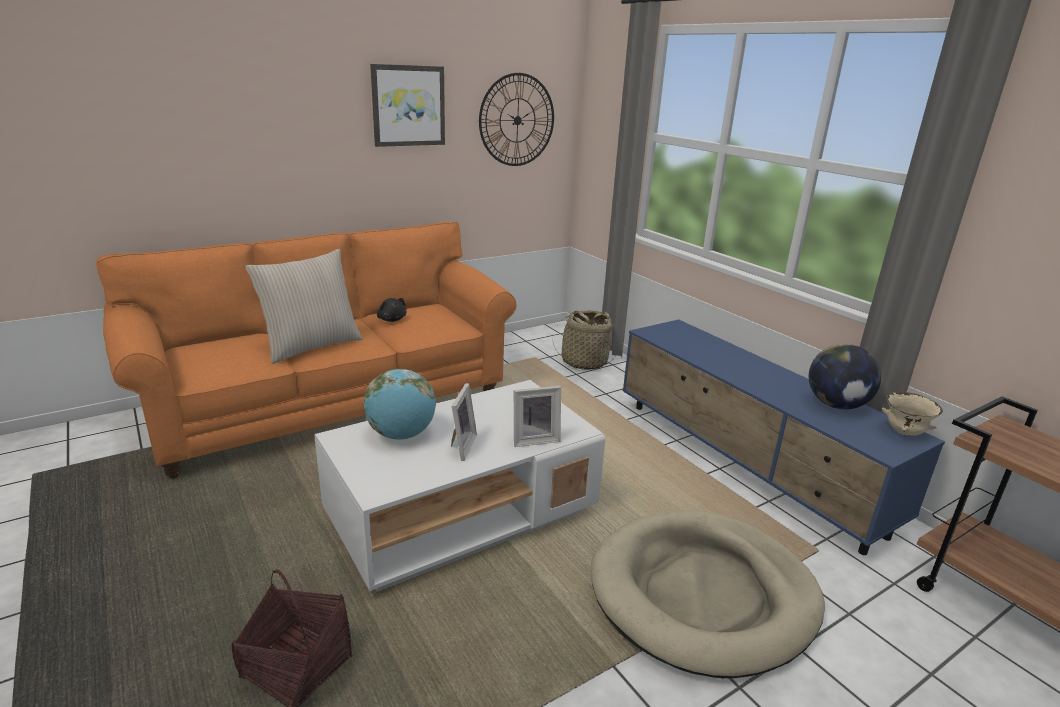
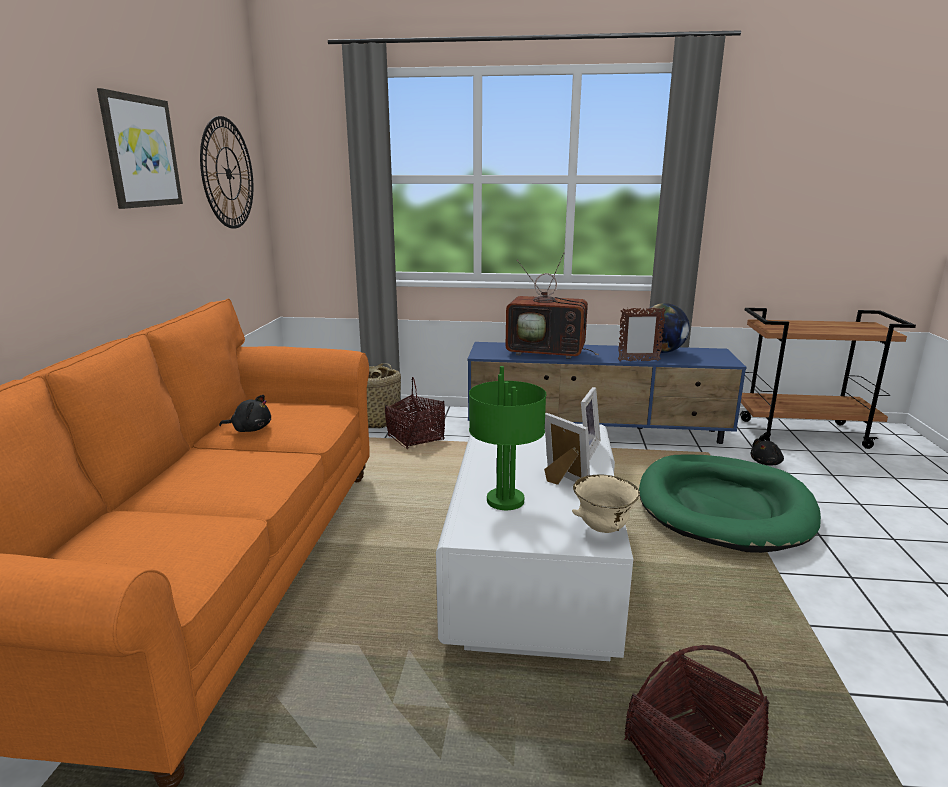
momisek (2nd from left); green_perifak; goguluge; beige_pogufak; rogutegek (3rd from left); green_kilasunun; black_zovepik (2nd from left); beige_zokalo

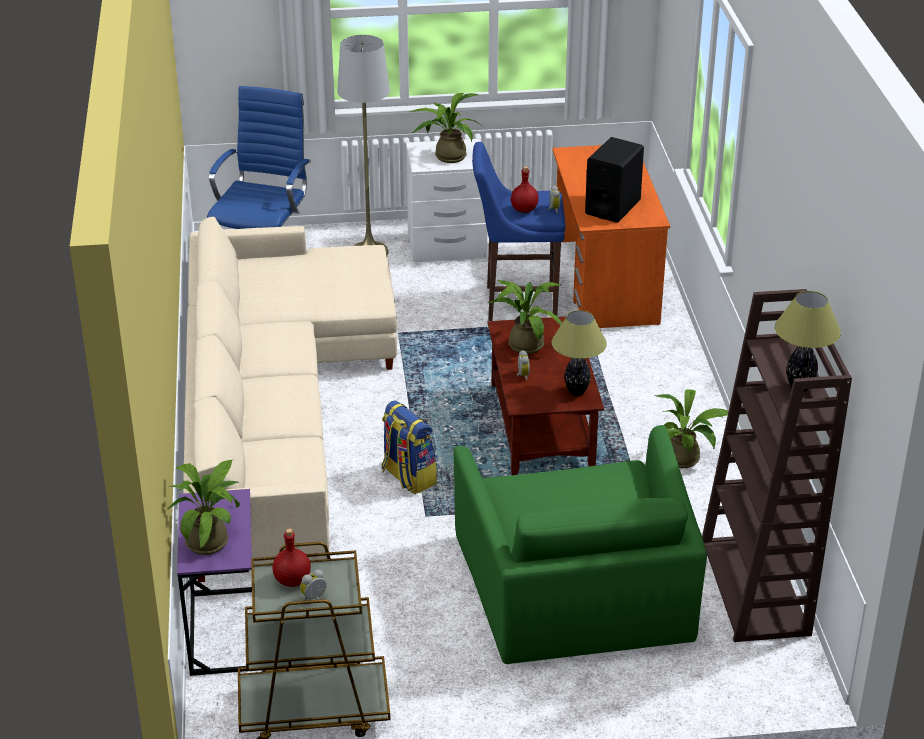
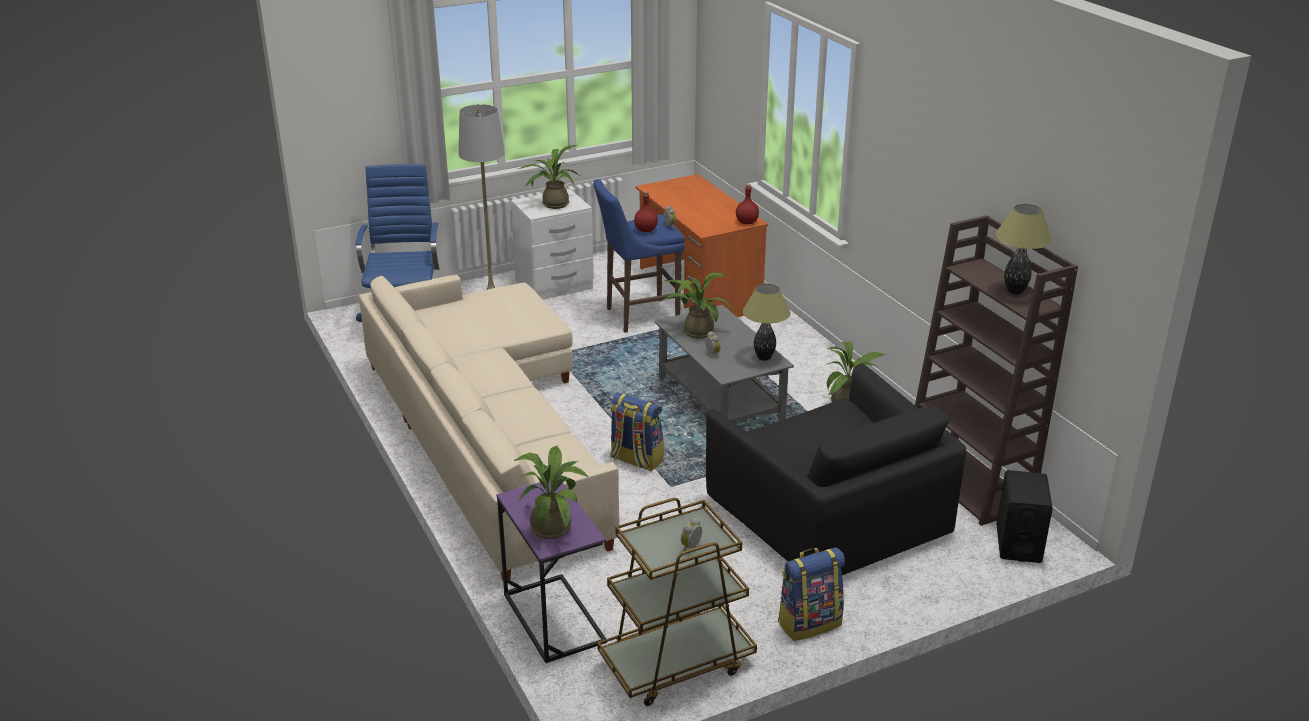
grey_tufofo; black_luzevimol; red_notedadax (2nd from left); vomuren (2nd from left); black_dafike

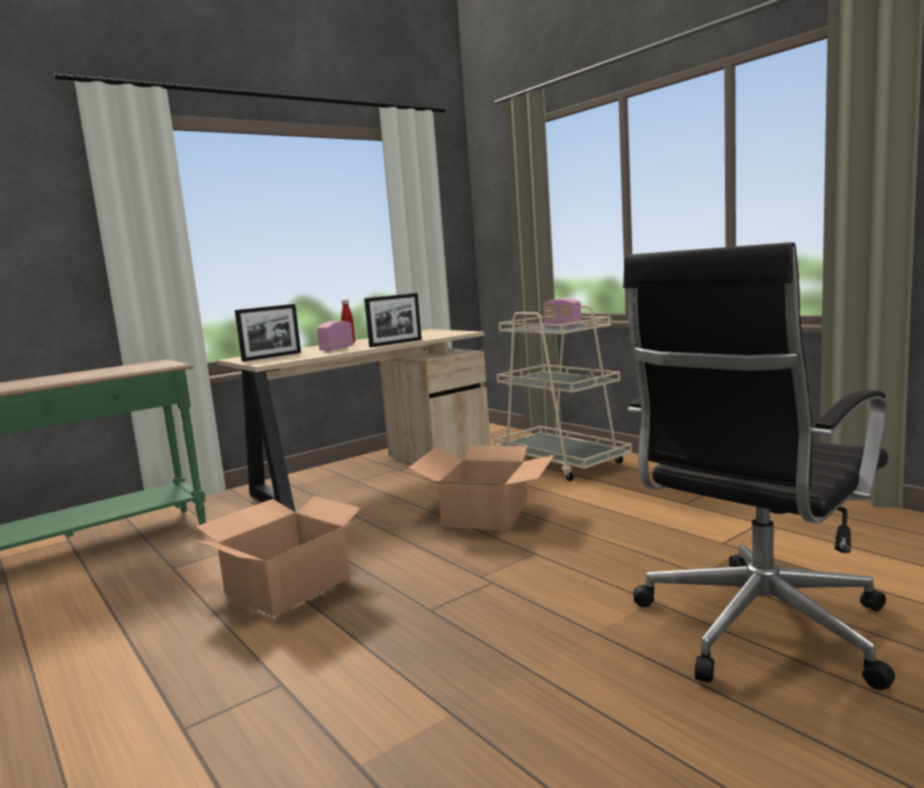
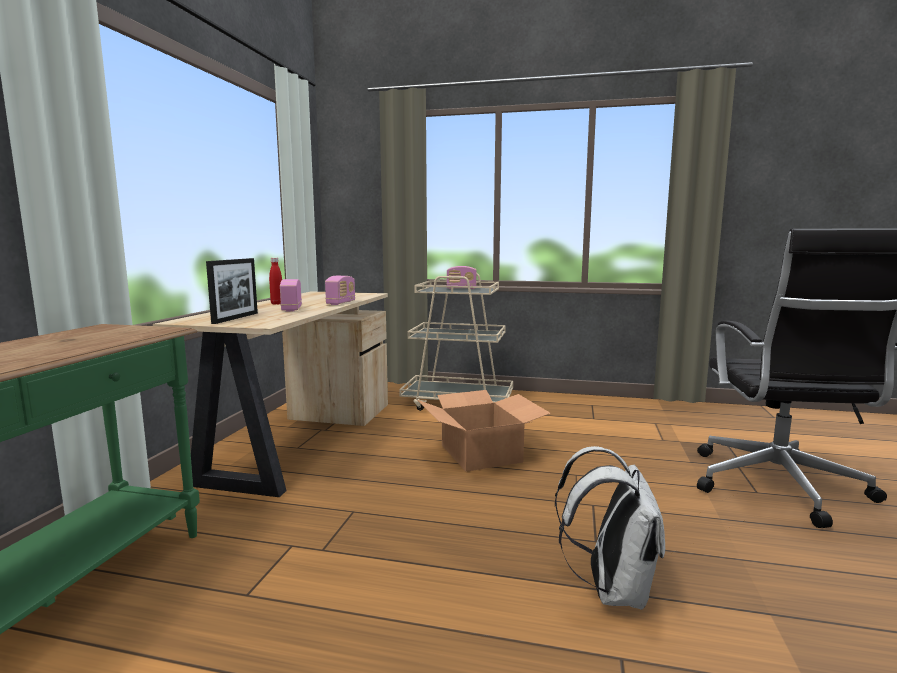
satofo (2nd from left); white_vomuren; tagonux (1st from left in the first image)

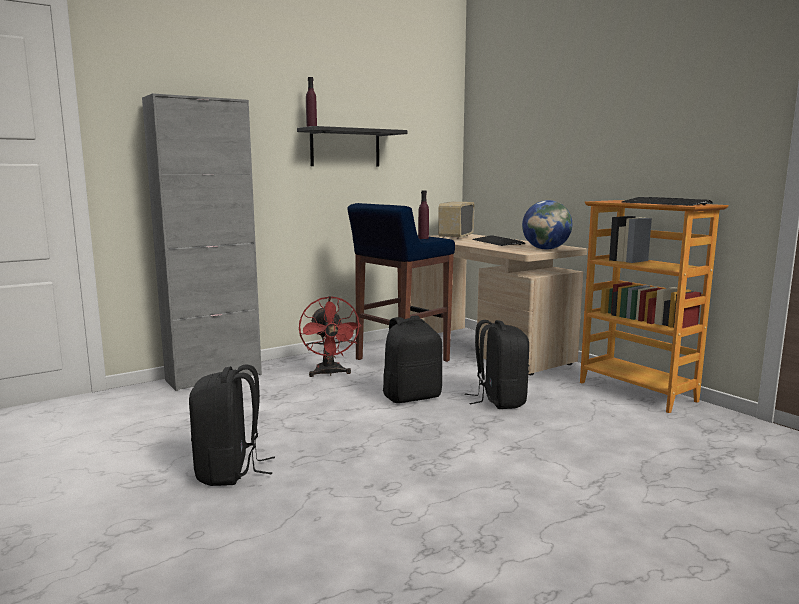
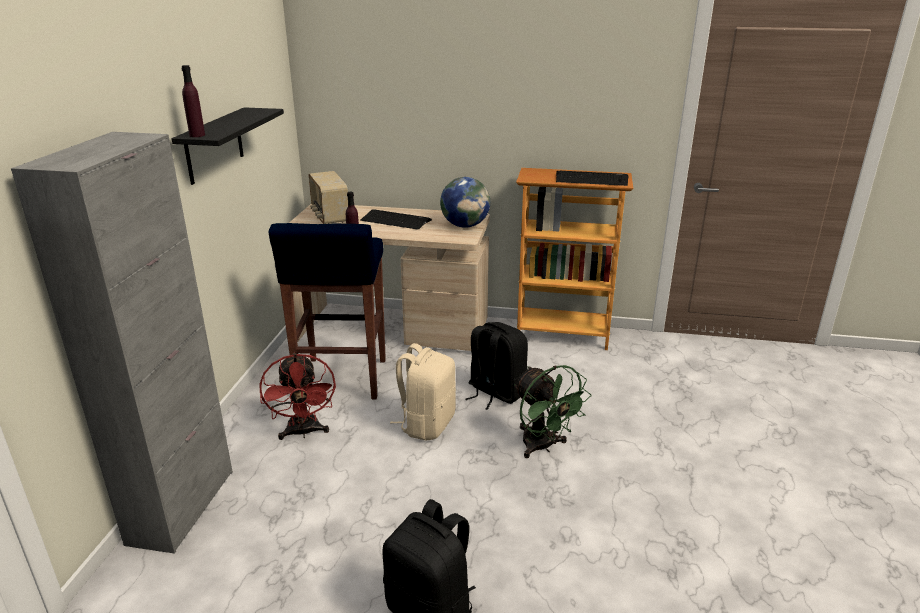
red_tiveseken; beige_vomuren; green_tiveseken

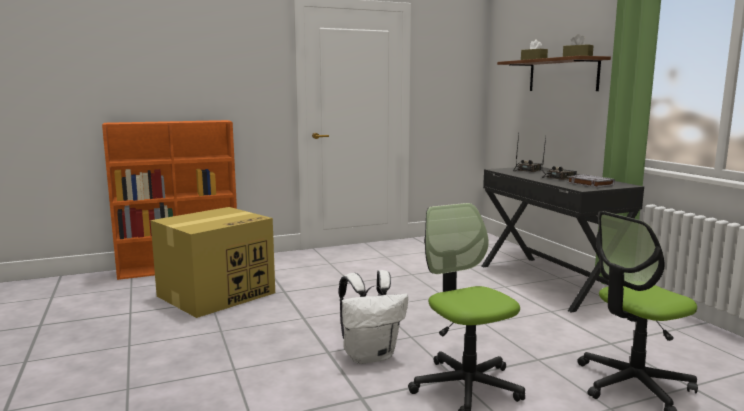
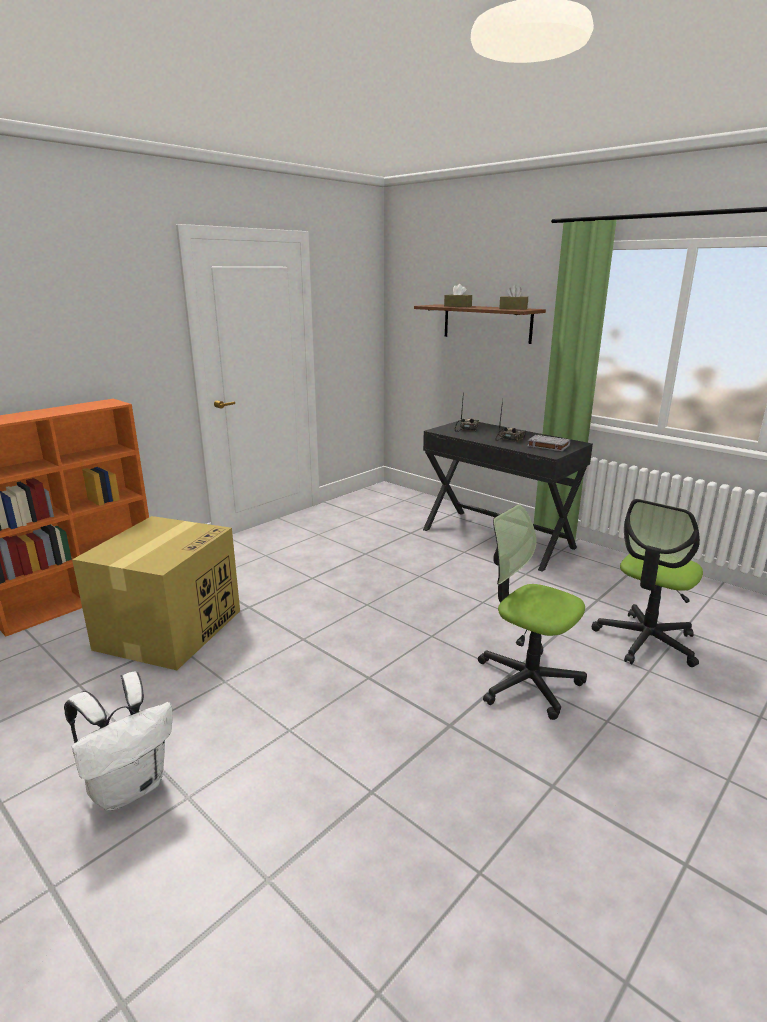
white_vomuren

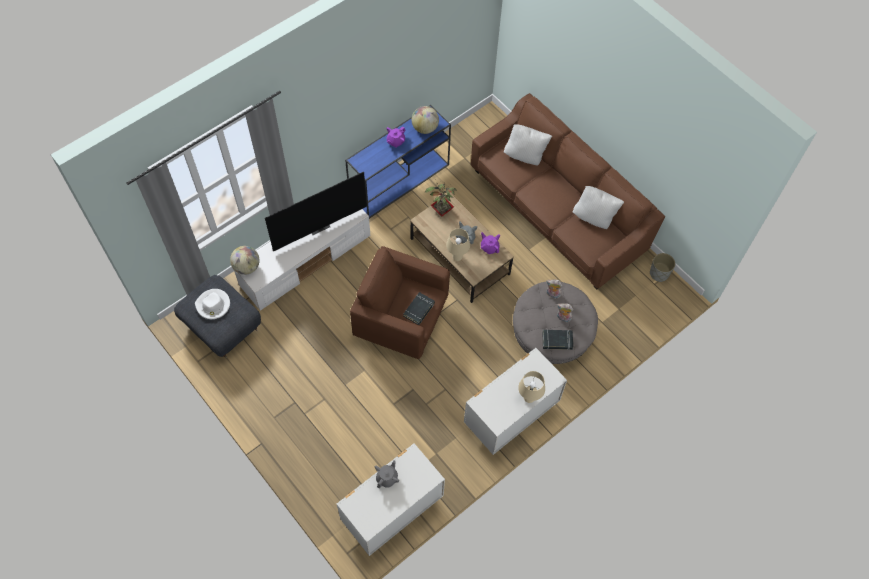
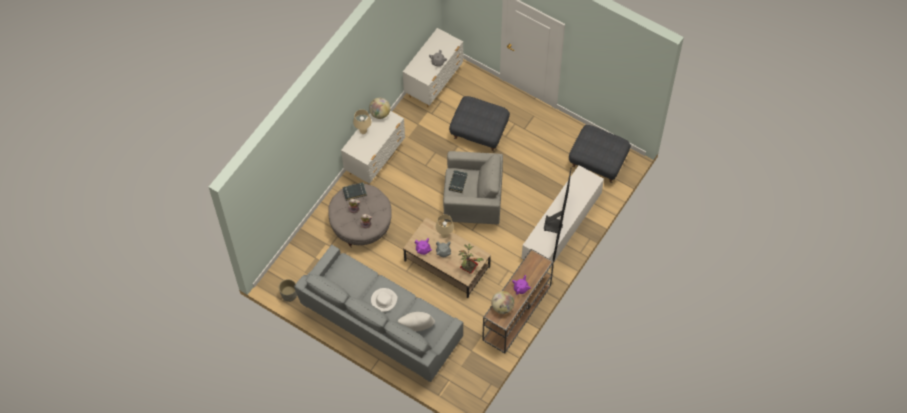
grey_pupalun; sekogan (1st from left); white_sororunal; grey_luzevimol; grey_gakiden (2nd from left); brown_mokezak; goguluge; white_zokalo (2nd from left in the first image)

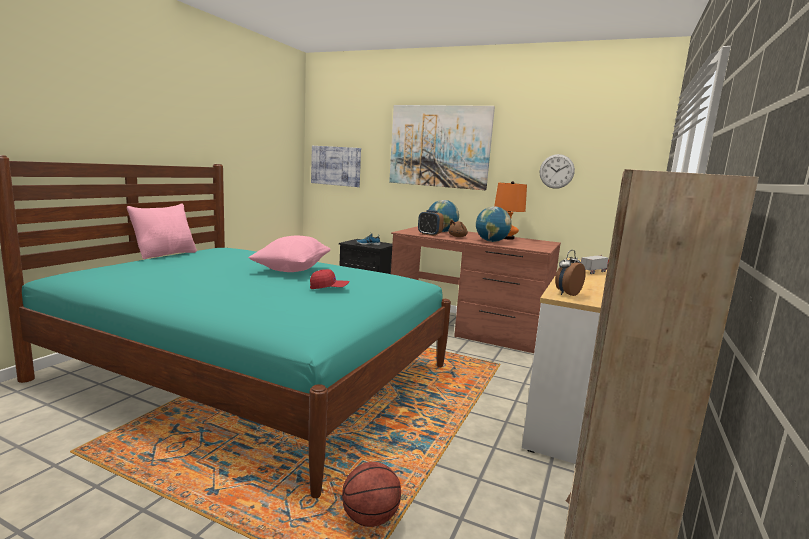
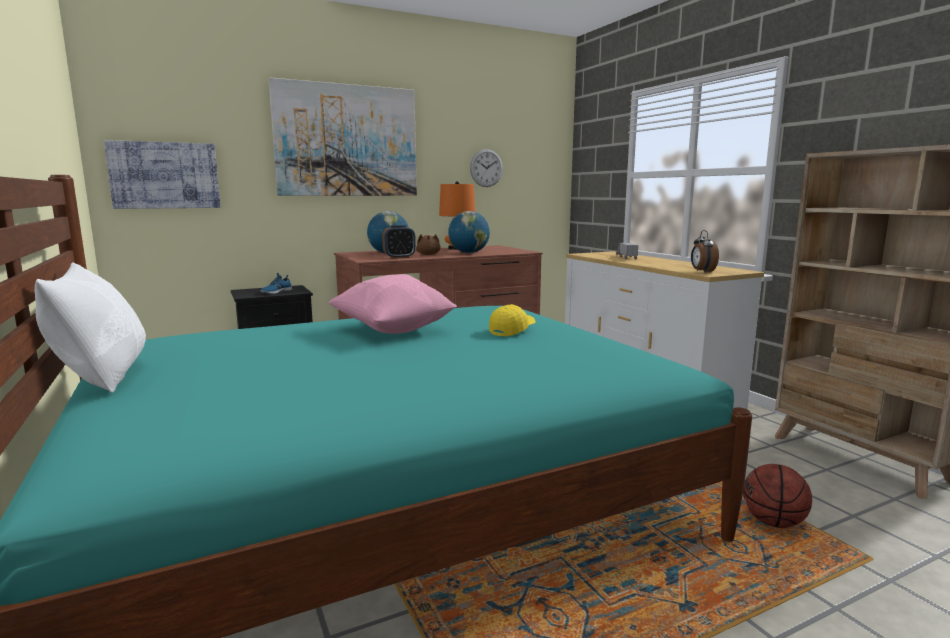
white_zokalo; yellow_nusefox

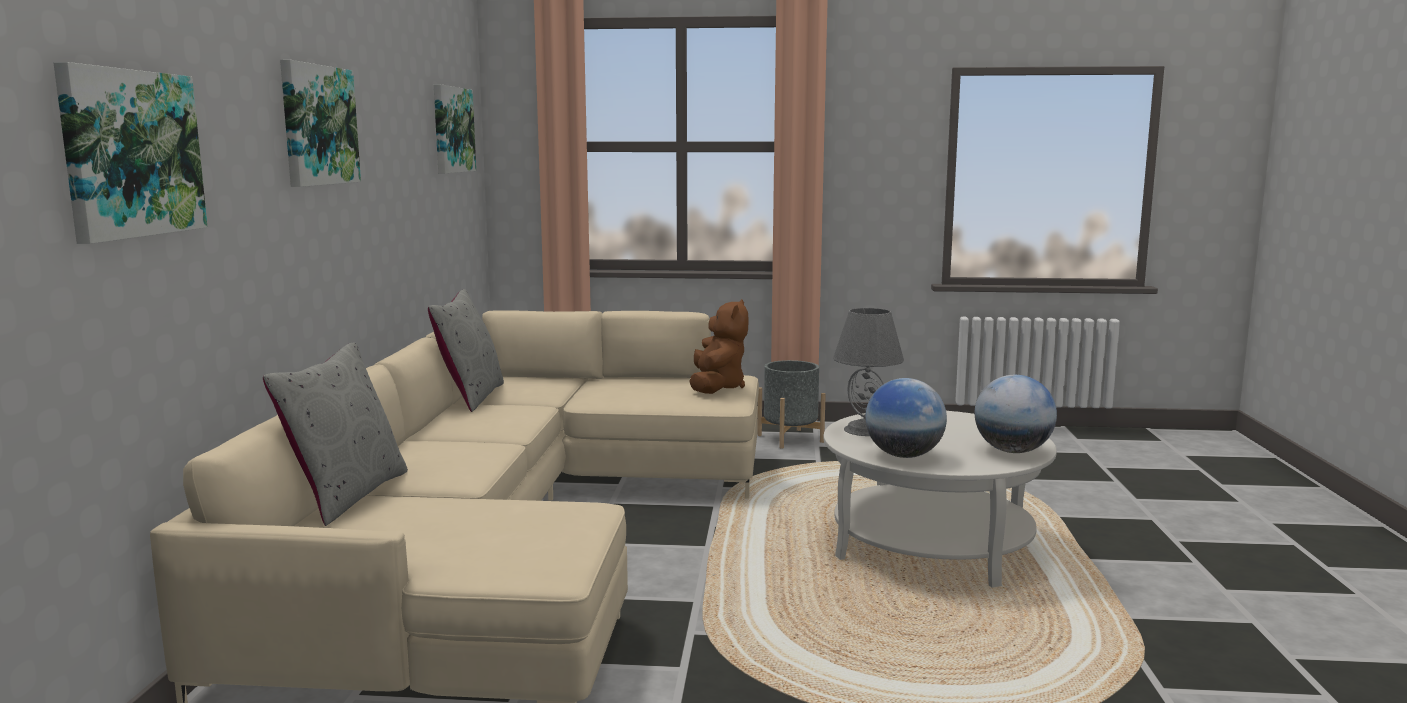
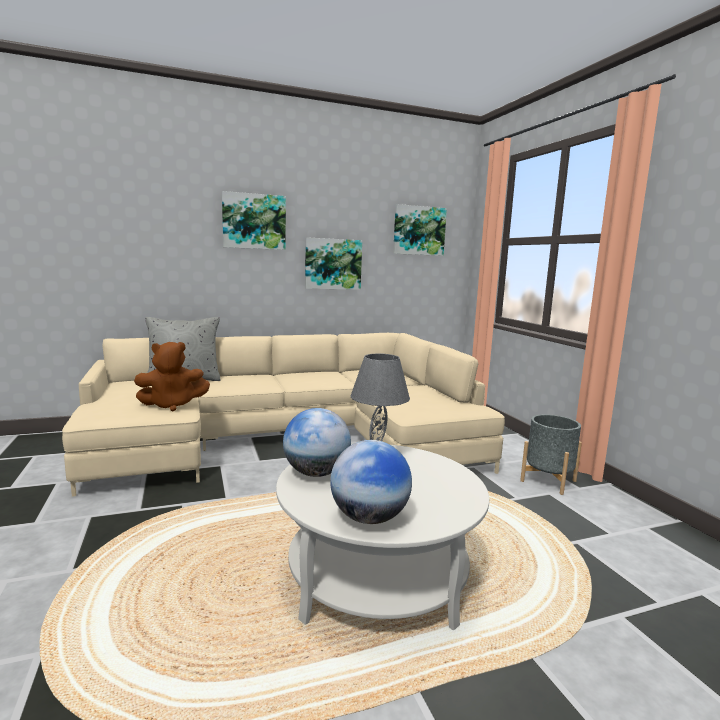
brown_zovepik; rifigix (2nd from left); grey_zokalo (2nd from left in the first image)

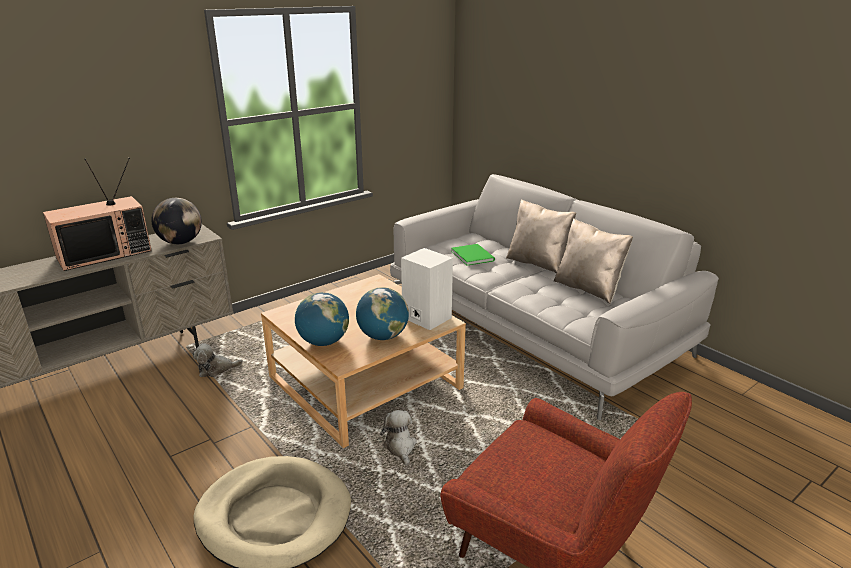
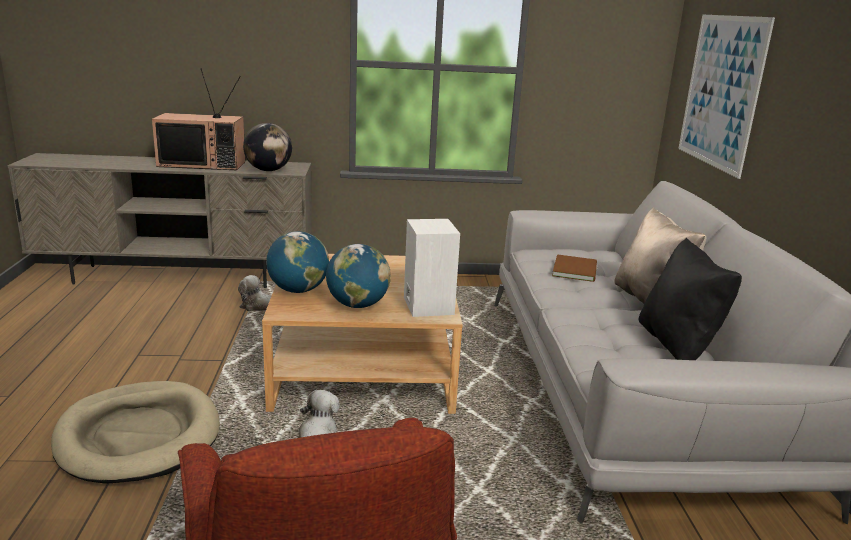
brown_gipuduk; black_zokalo; rifigix

